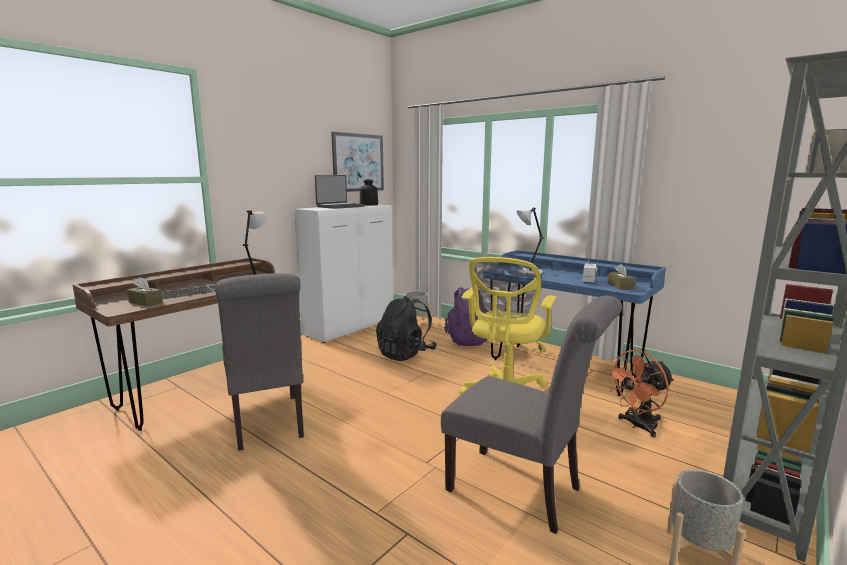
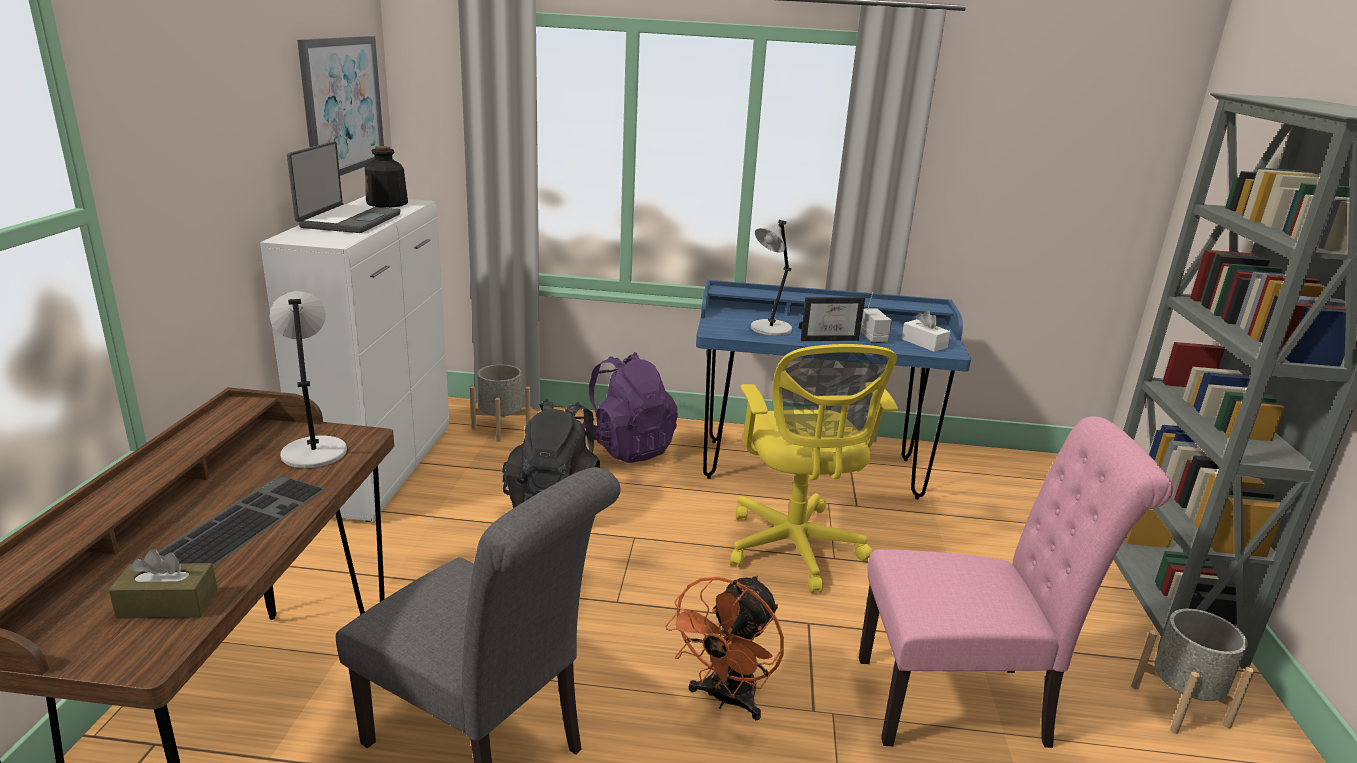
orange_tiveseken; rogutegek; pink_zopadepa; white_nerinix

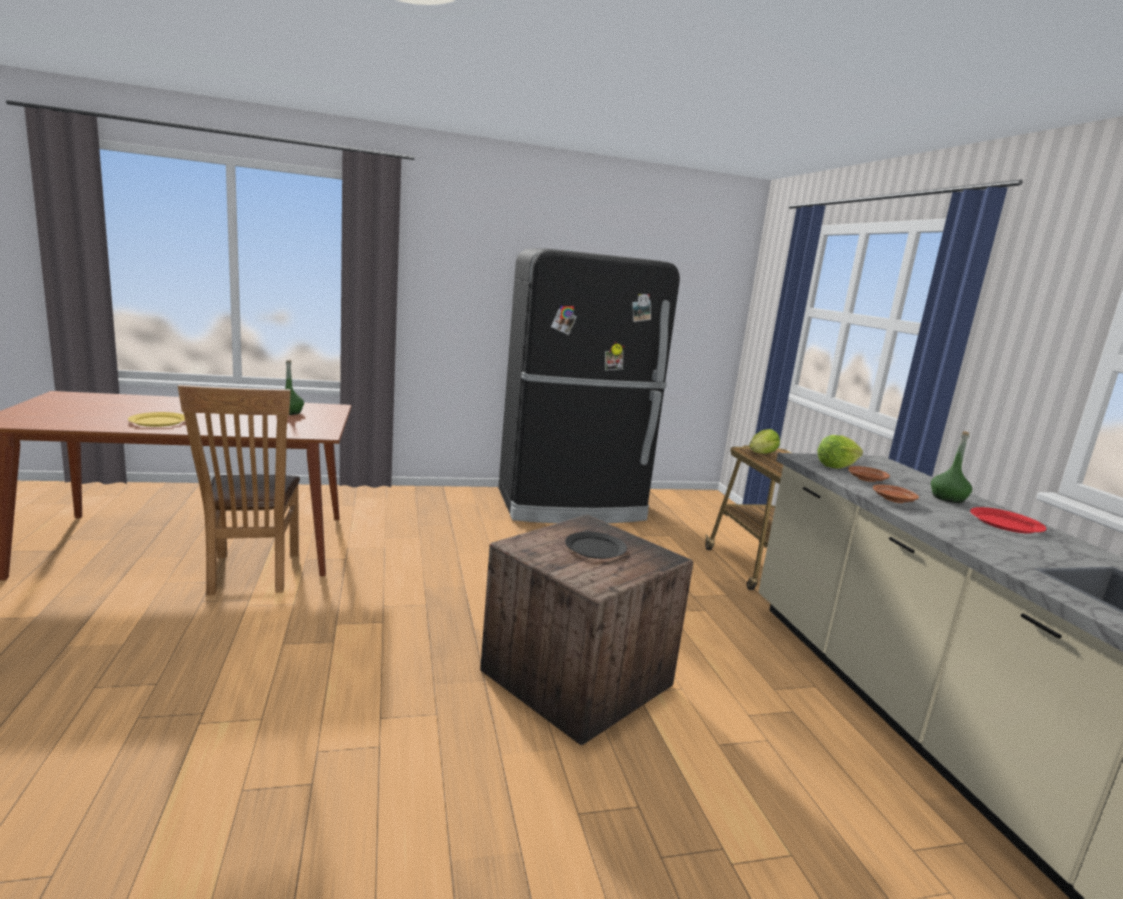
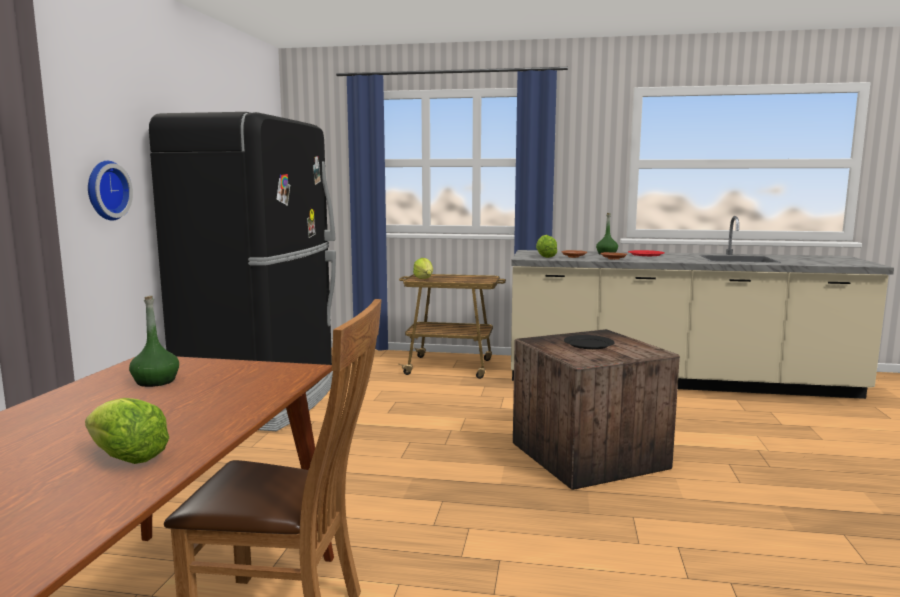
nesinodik (1st from left); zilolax

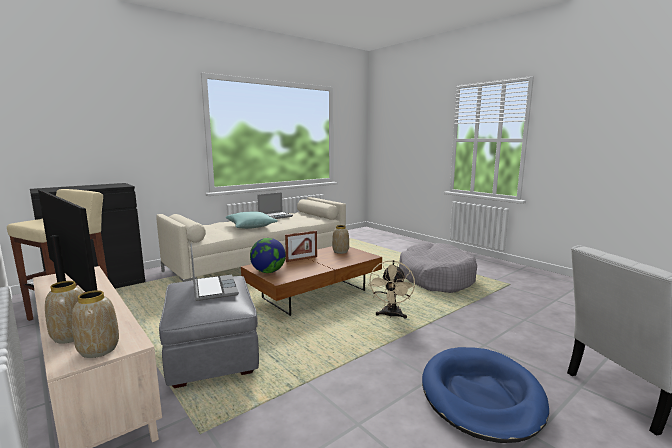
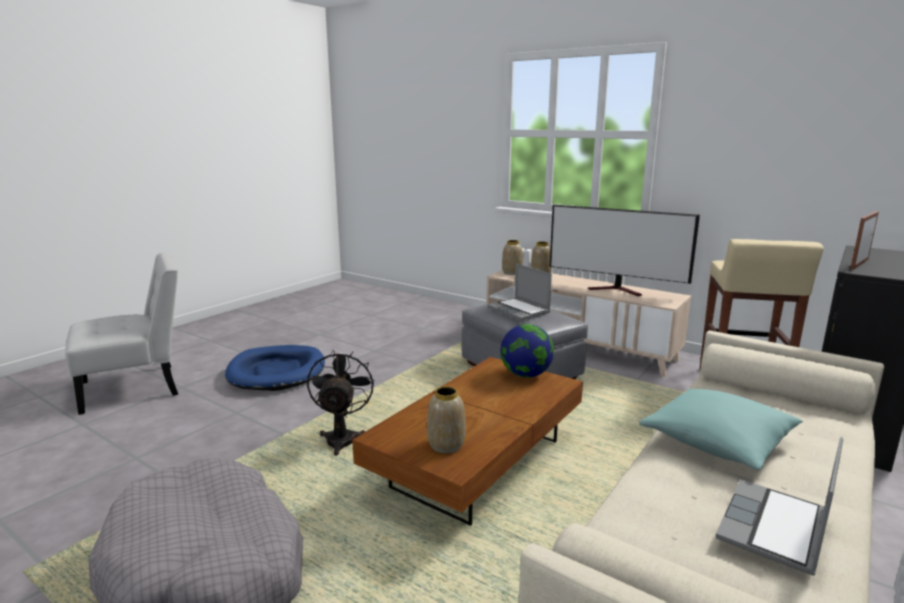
black_tiveseken; rogutegek

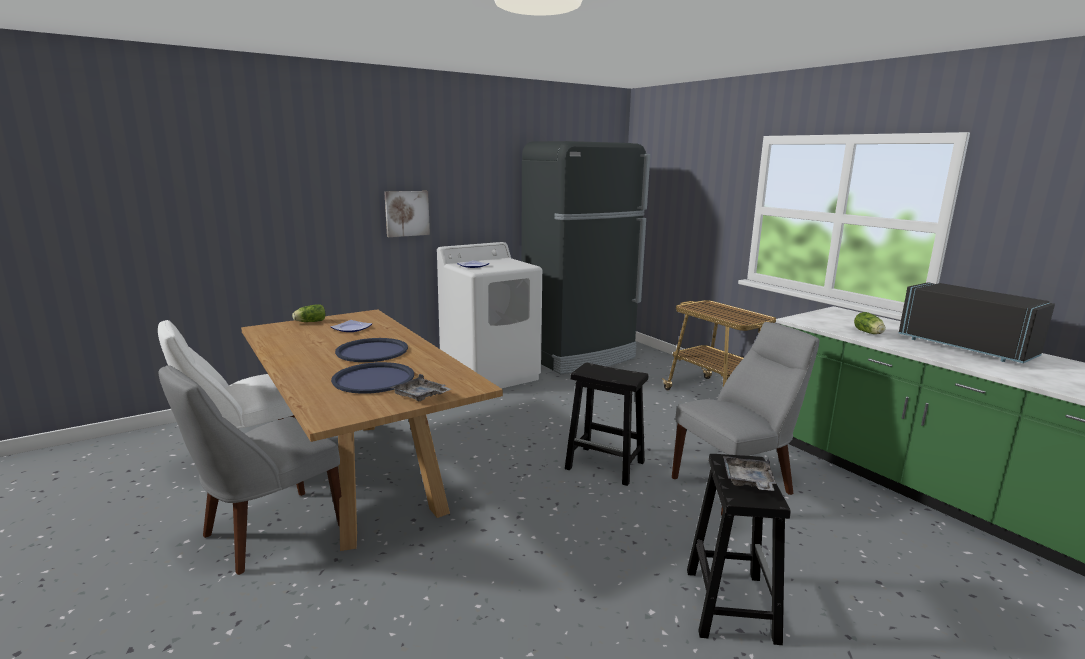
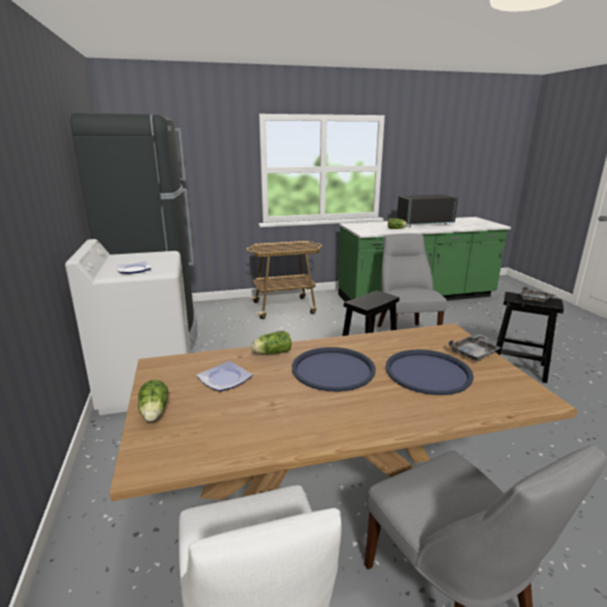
nesinodik (2nd from left); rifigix

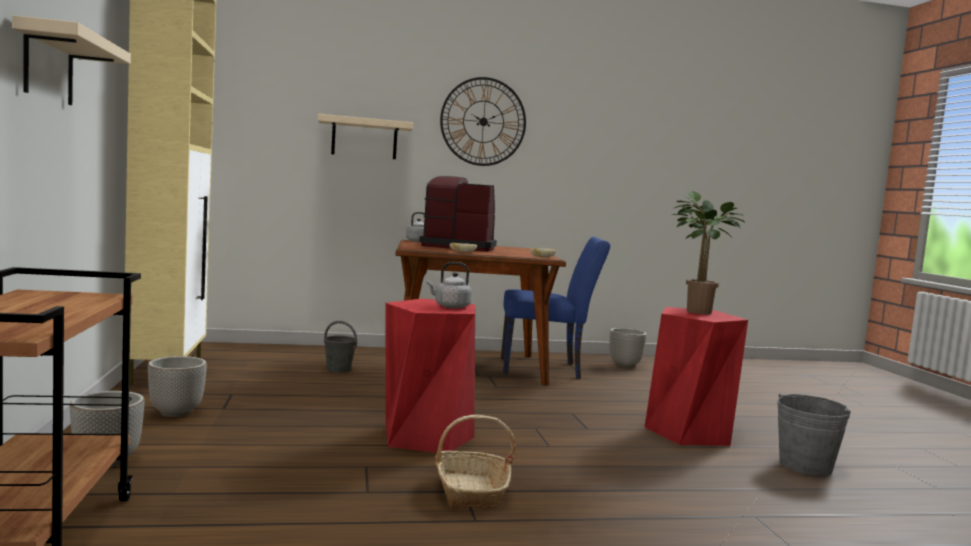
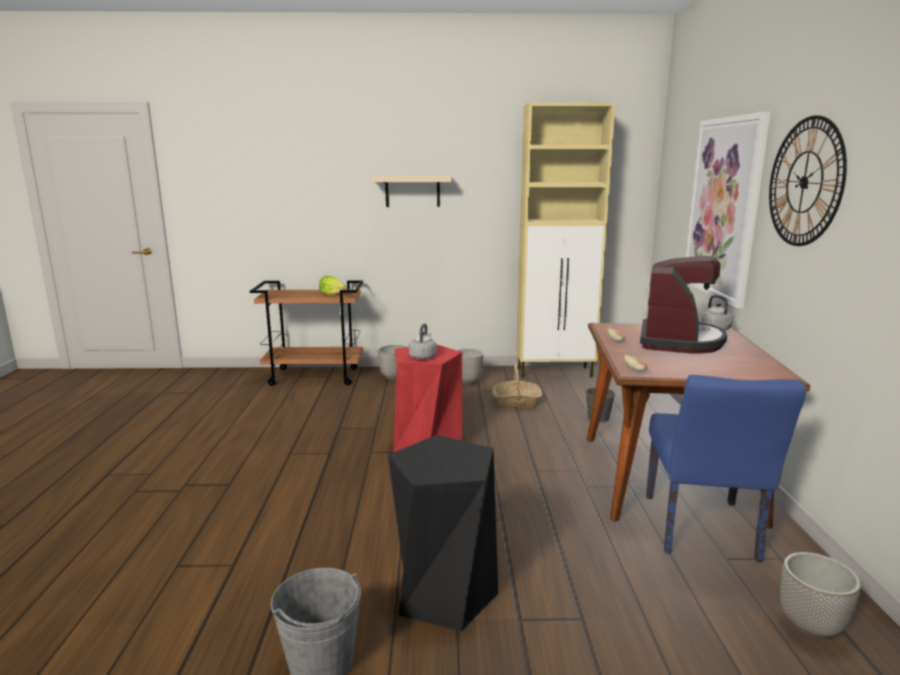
nesinodik; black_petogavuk; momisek; rifigix; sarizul

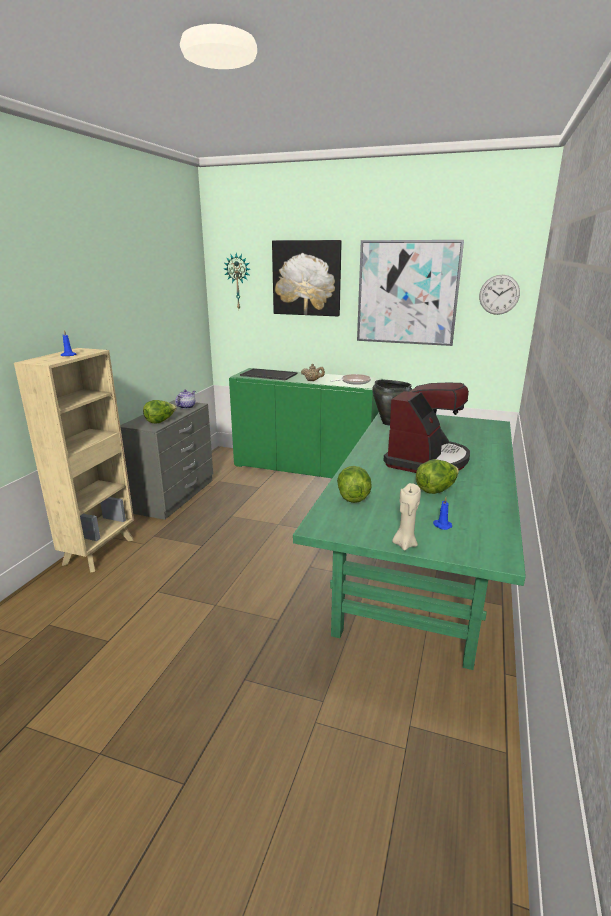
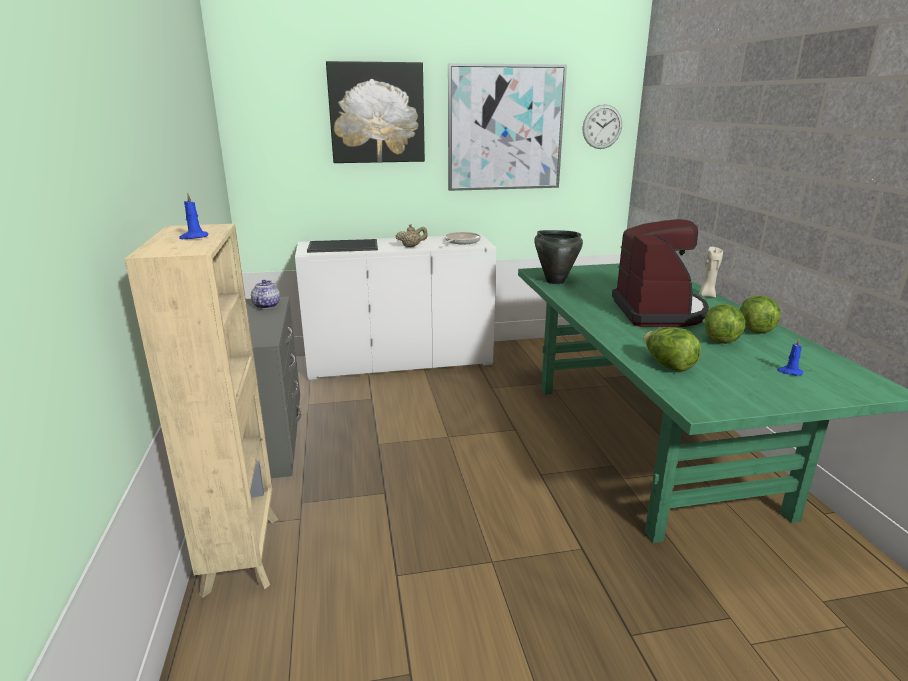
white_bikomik; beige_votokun; nesinodik (3rd from left); zilolax (1st from left in the first image)

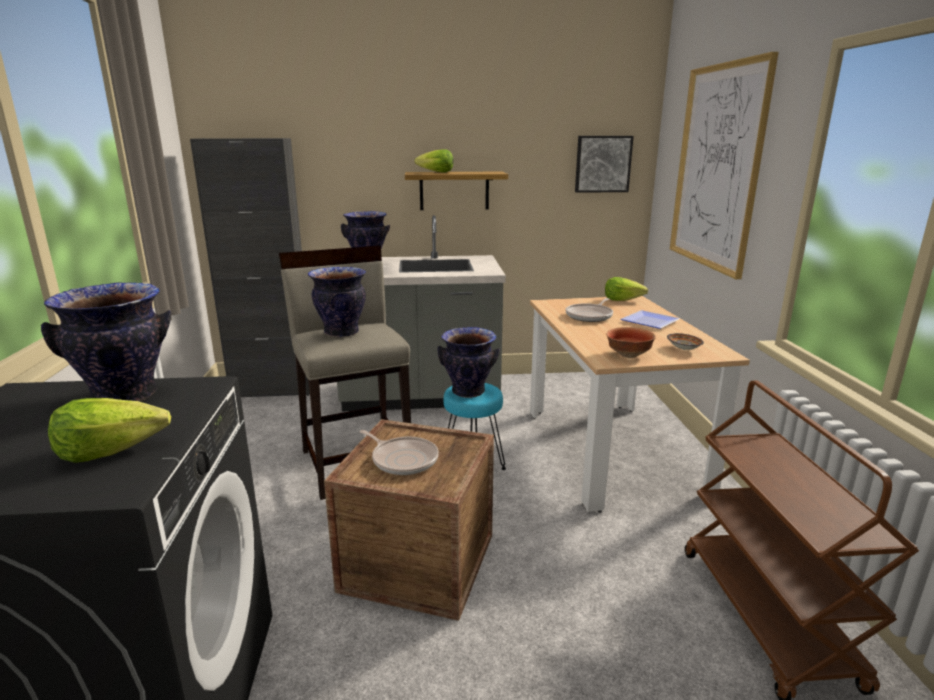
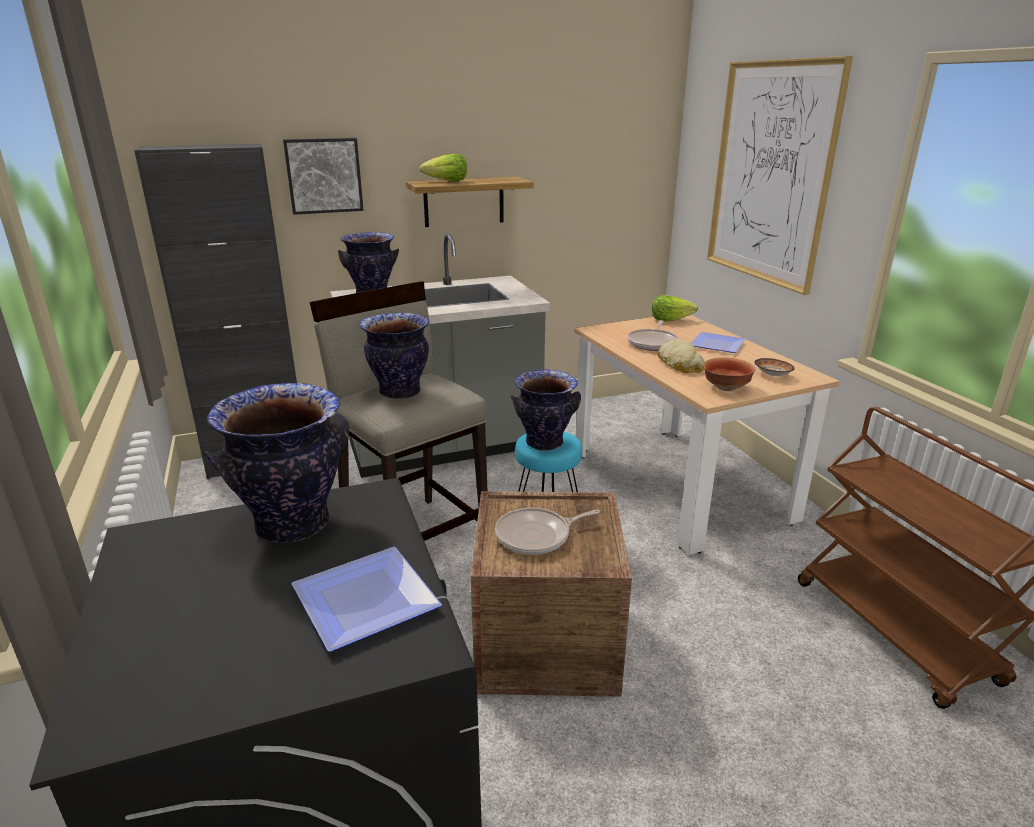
rifigix (1st from left); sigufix (1st from left); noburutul (1st from left); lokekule

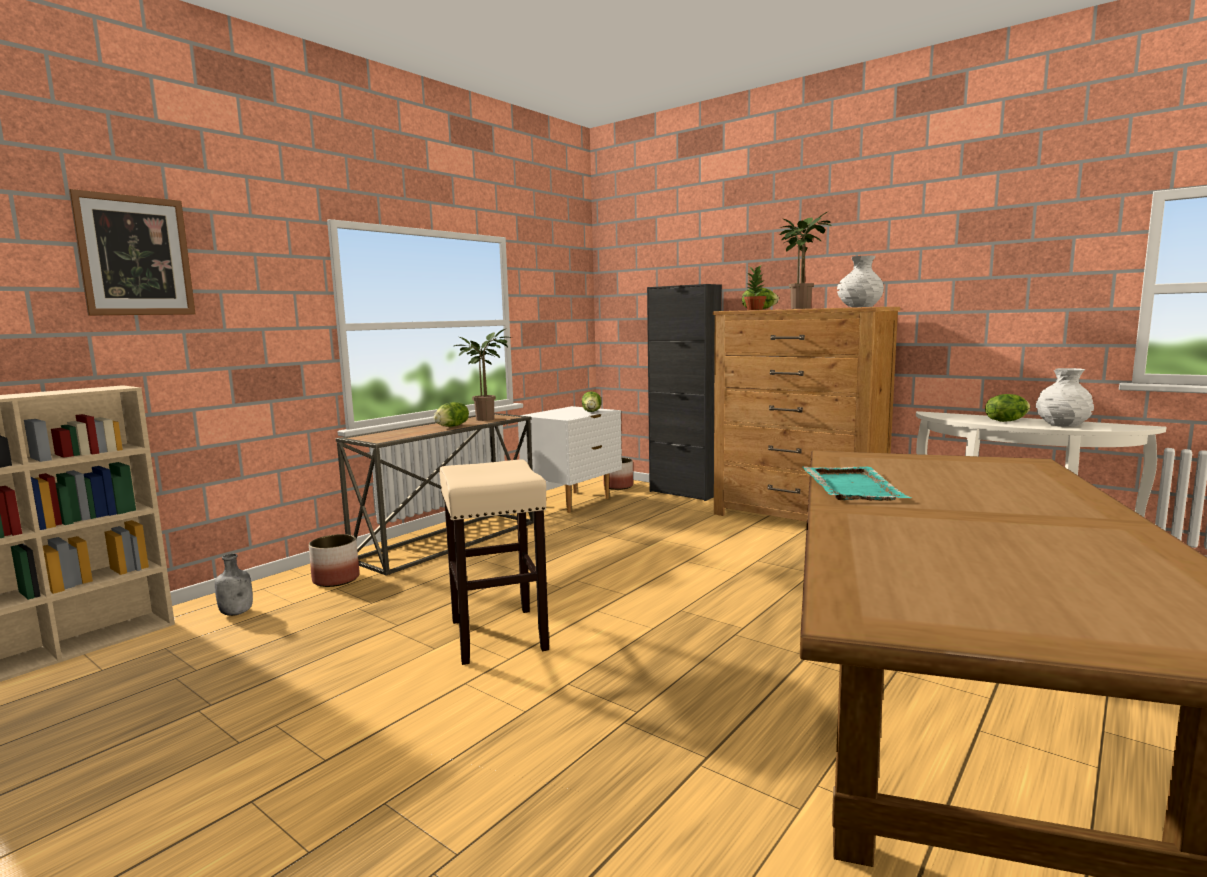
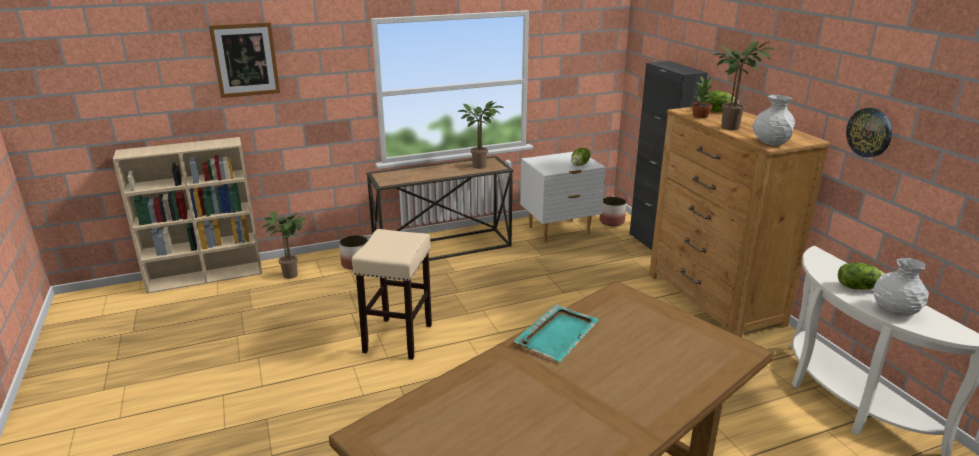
sarizul (1st from left); zilolax; nesinodik (1st from left in the first image)

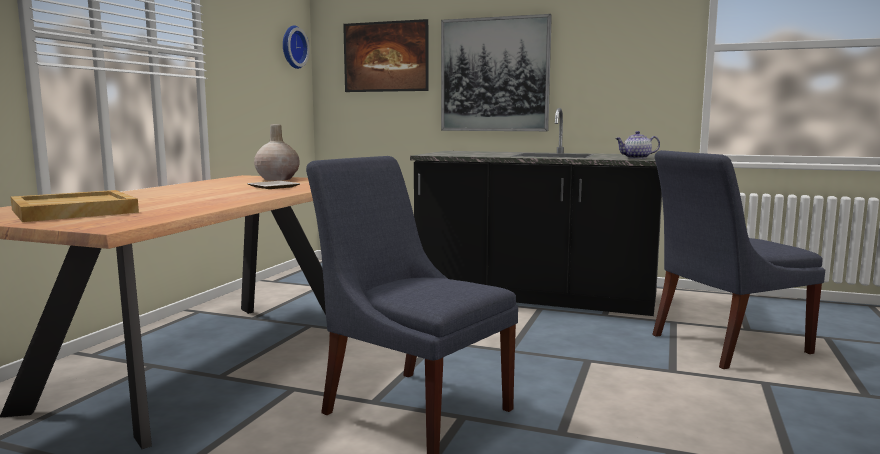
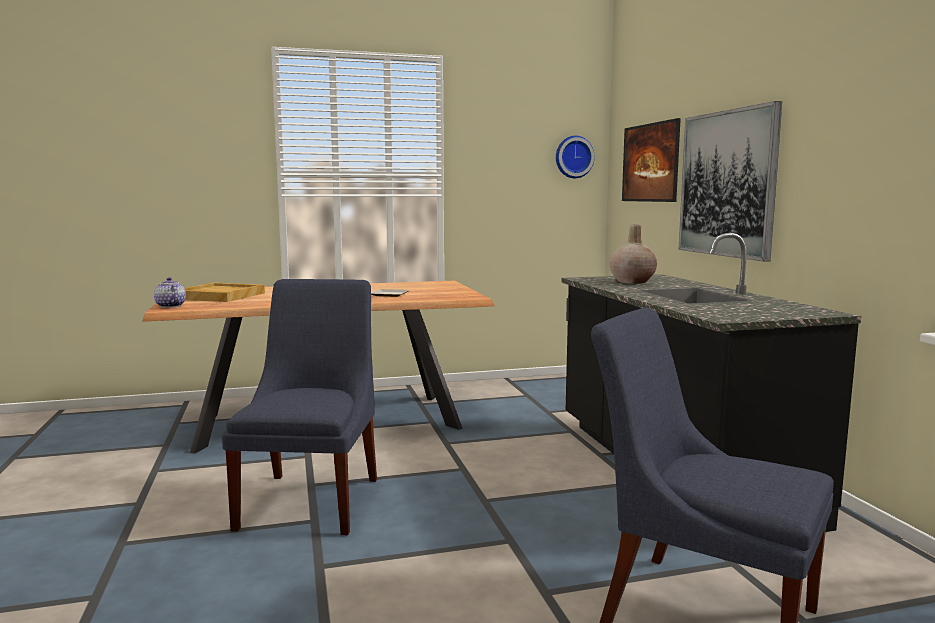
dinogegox; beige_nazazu

